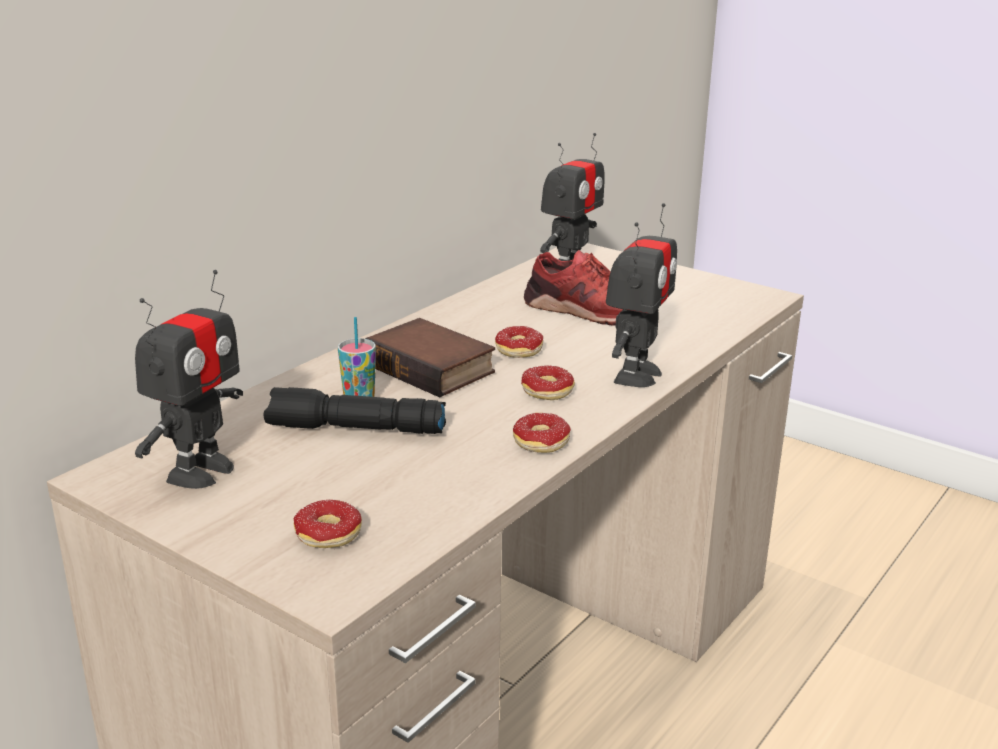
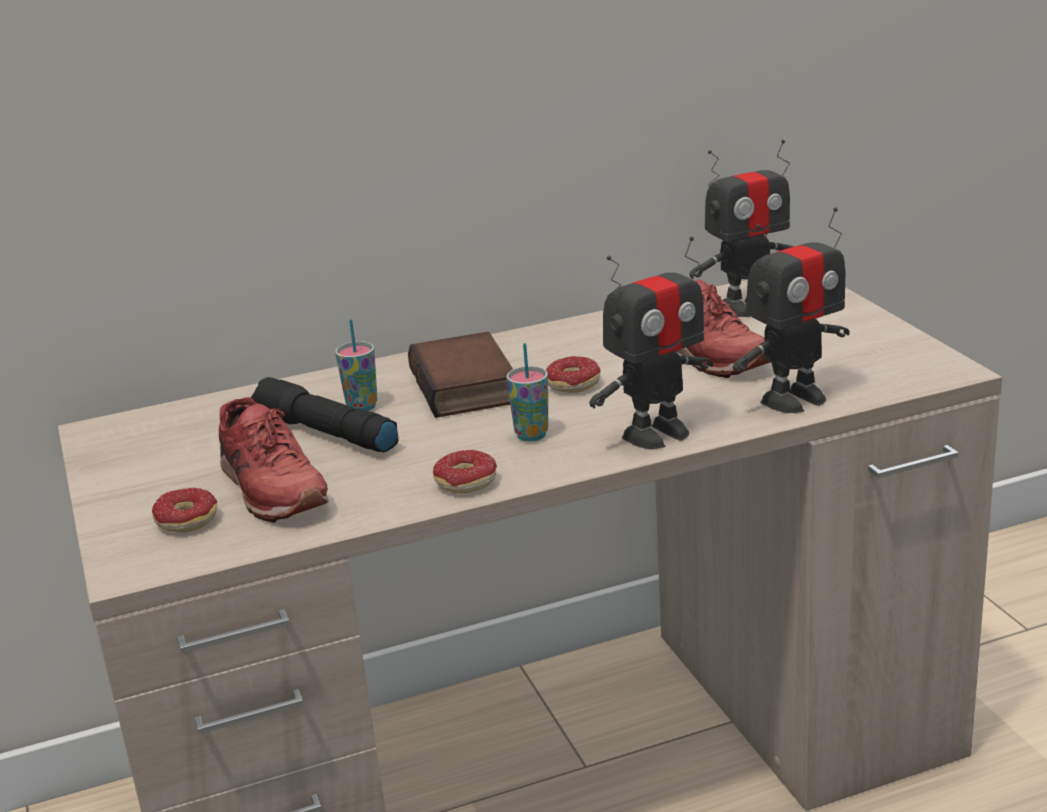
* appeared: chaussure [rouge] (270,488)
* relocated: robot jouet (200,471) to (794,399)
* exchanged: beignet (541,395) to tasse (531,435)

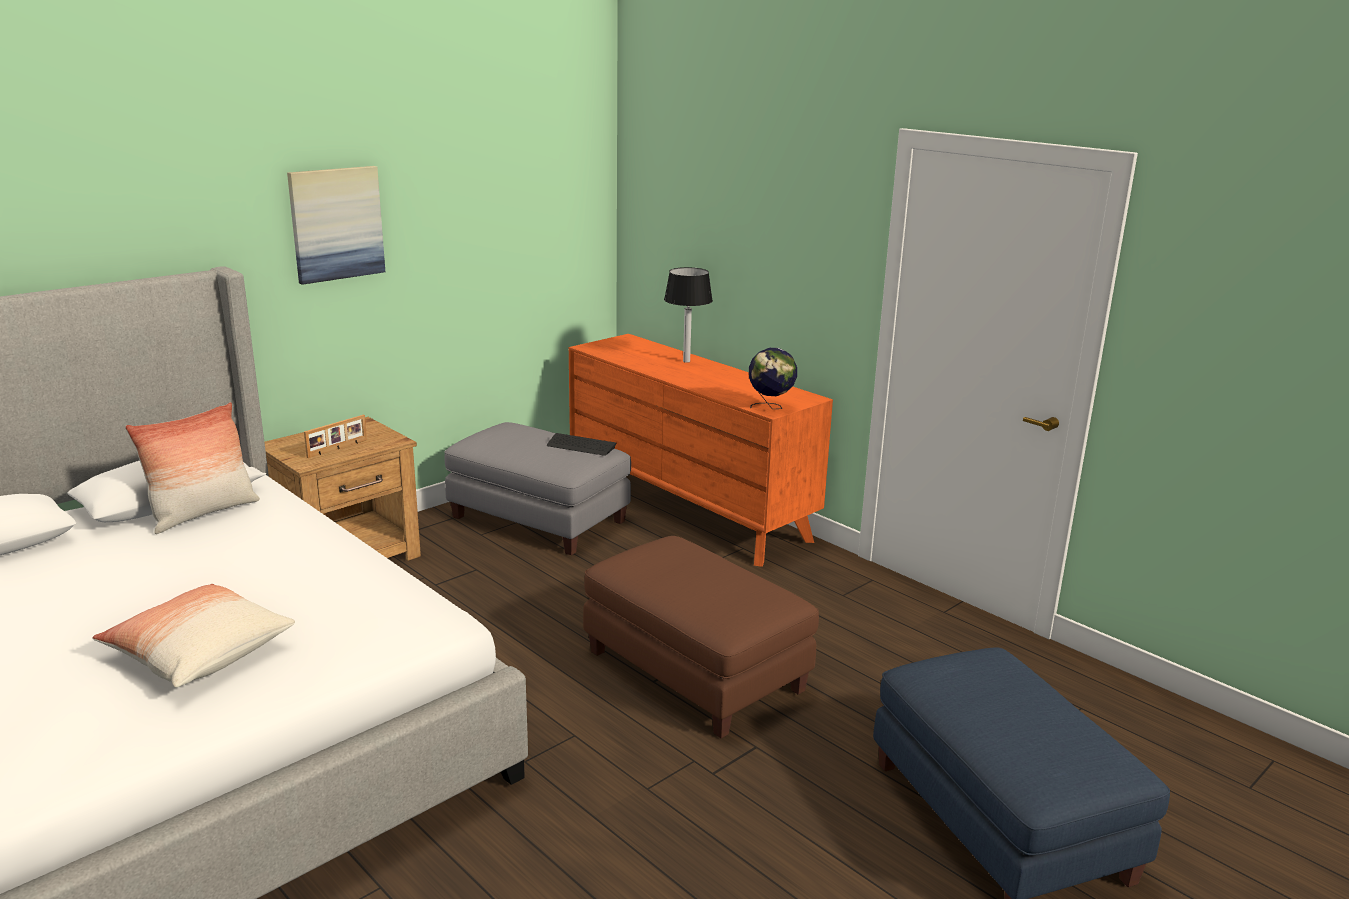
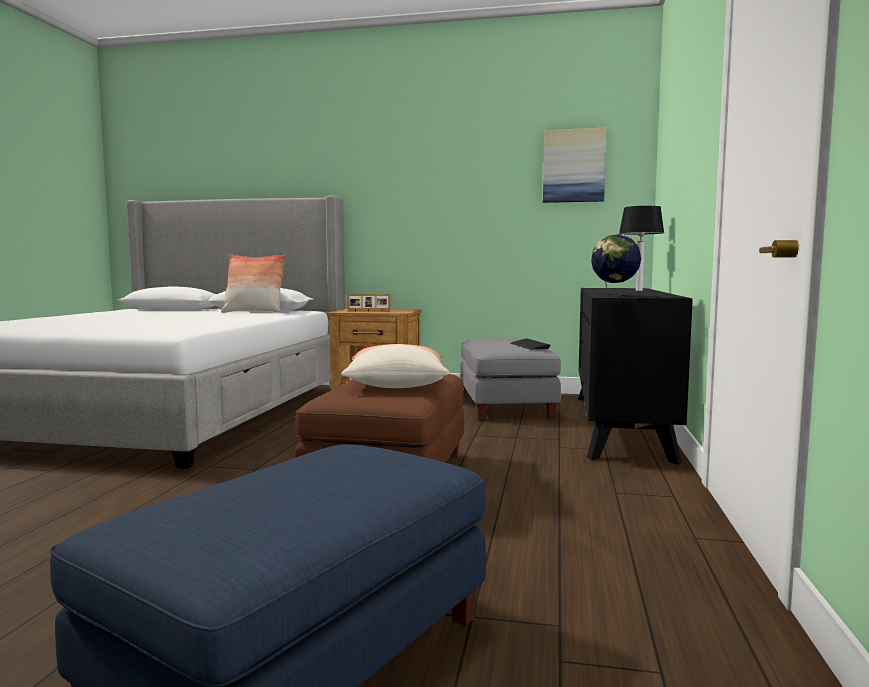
* relocated: coussin (198,654) to (396,384)
* relocated: tableau (336,223) to (574,166)
* colour: commode [orange] (688,508) to commode [noir] (620,425)

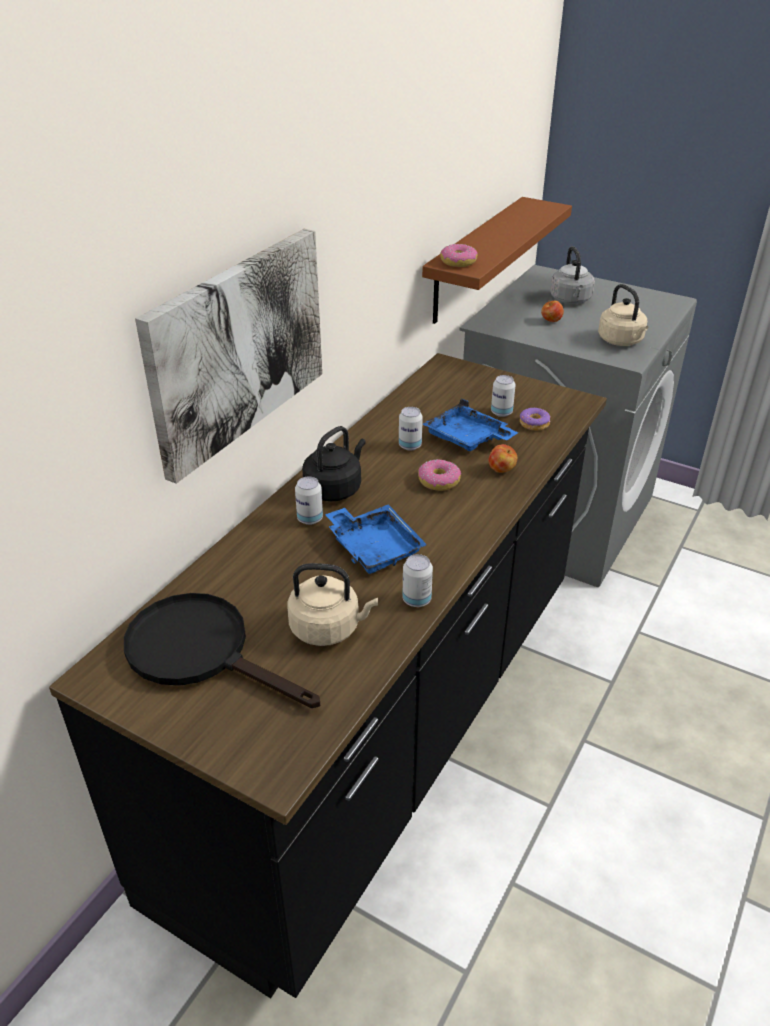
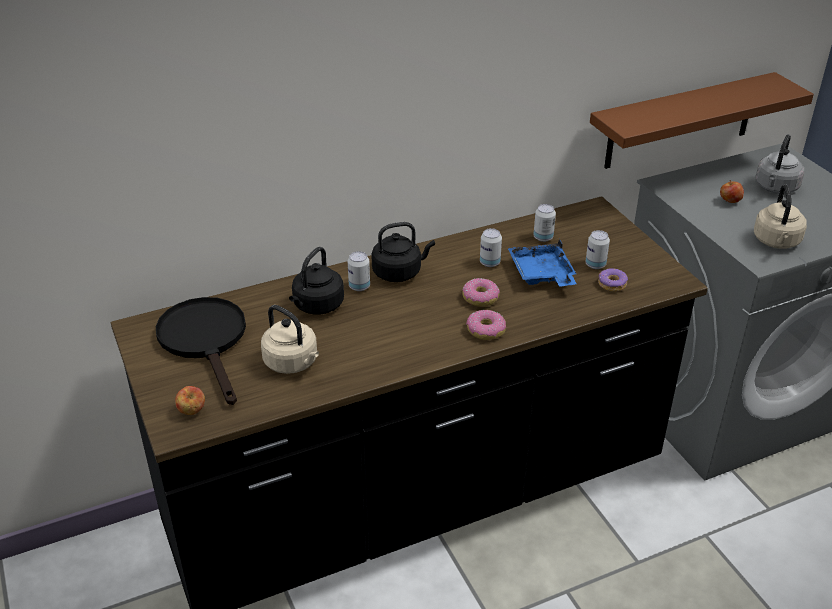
* missing: tableau (237,348)
* missing: plateau [bleu] (374,547)
* appeared: bouilloire [noir] (317,306)
* relocated: boîte métallique (416,600) to (543,237)
* relocated: beignet (458,262) to (485,330)
* relocated: pomme (501,470) to (191,411)

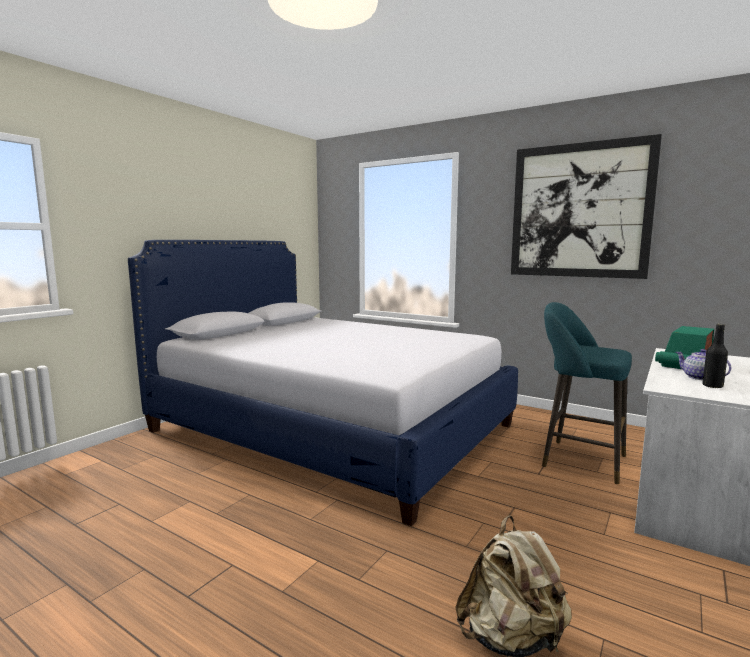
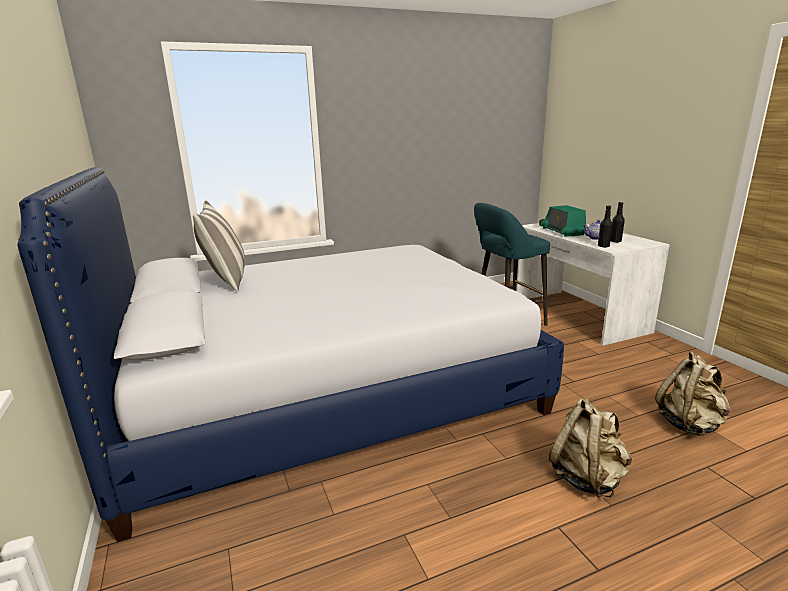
* missing: tableau (579,211)
* appeared: coussin (226,281)
* appeared: sac à dos [beige] (587,478)
* appeared: bouteille [noir] (603,246)

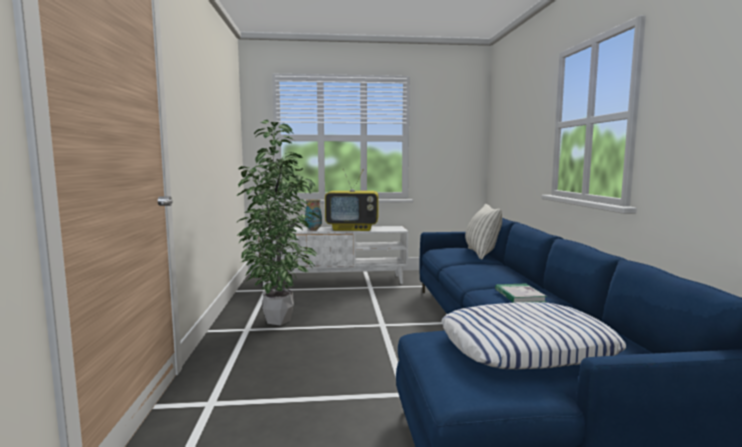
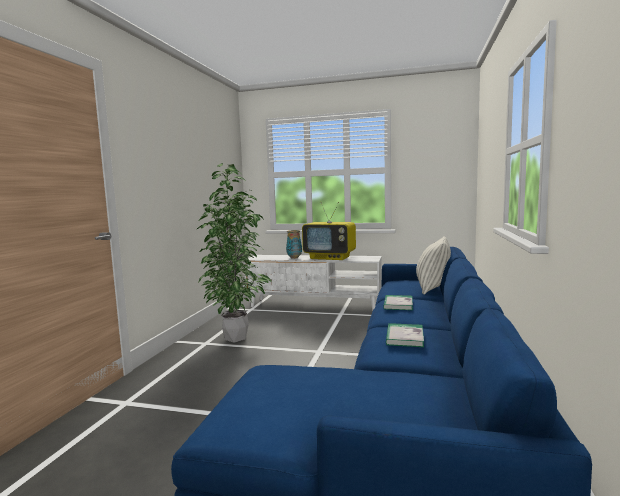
* missing: coussin (526,346)
* appeared: livre (398,304)

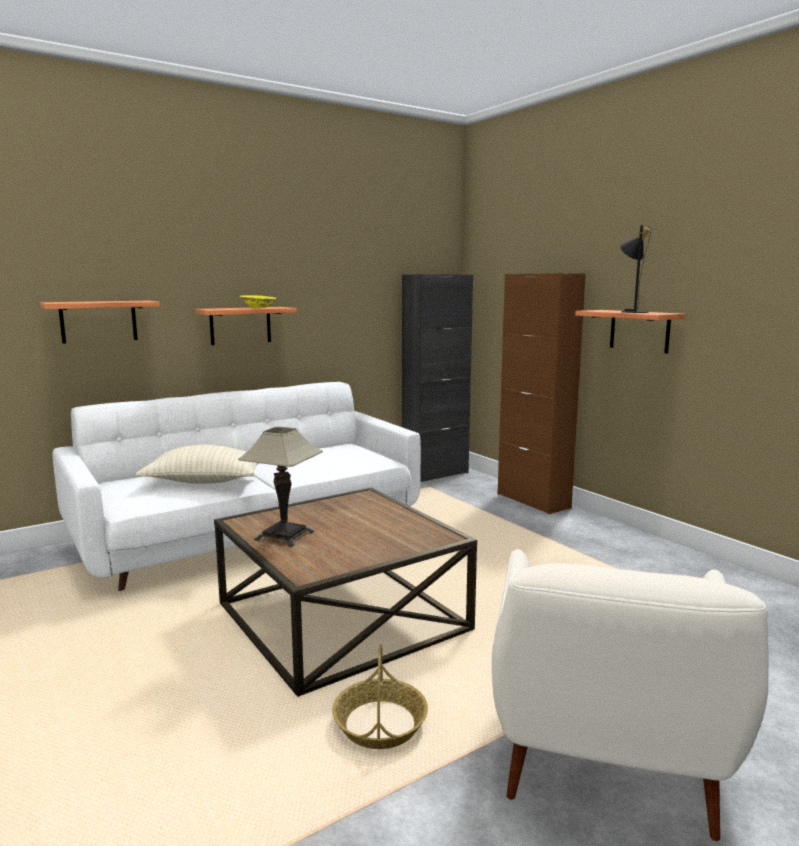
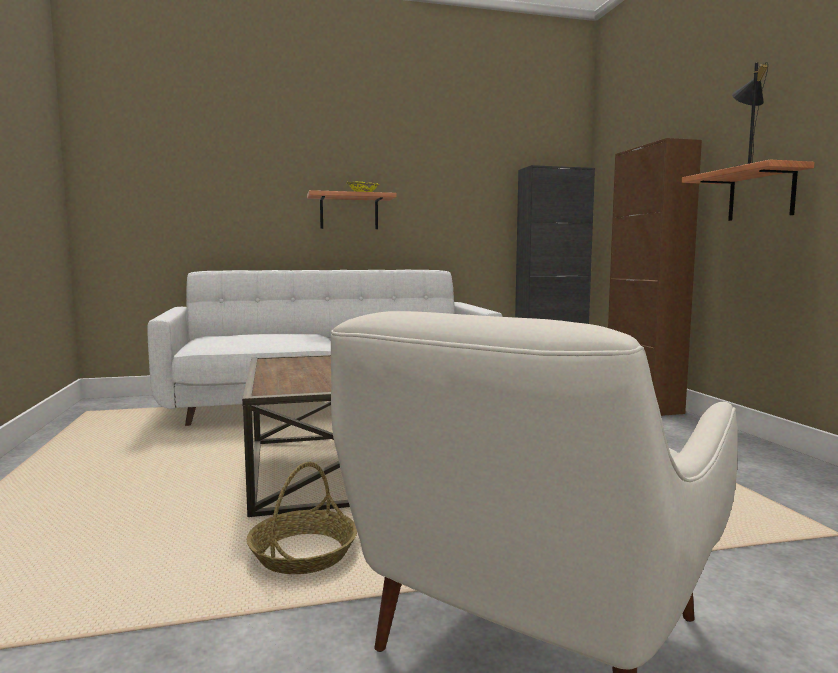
* missing: étagère (98,321)
* missing: coussin [beige] (205,481)
* missing: lampe de table (284,535)

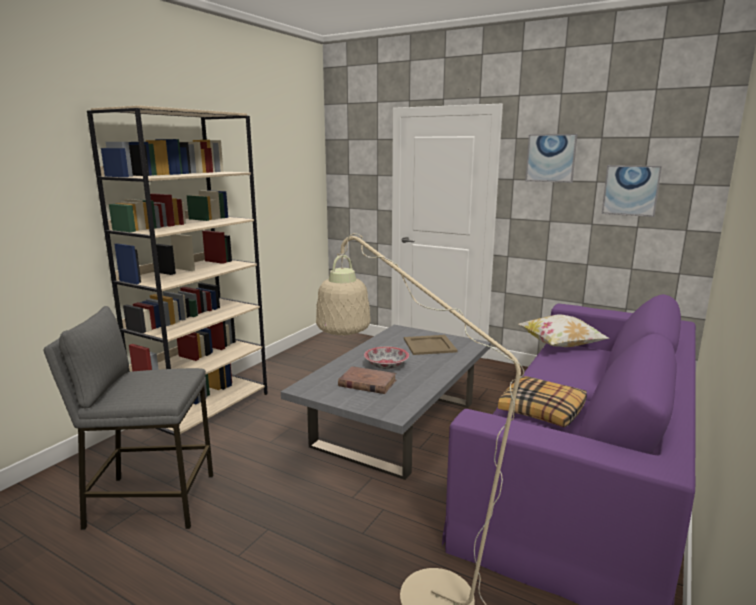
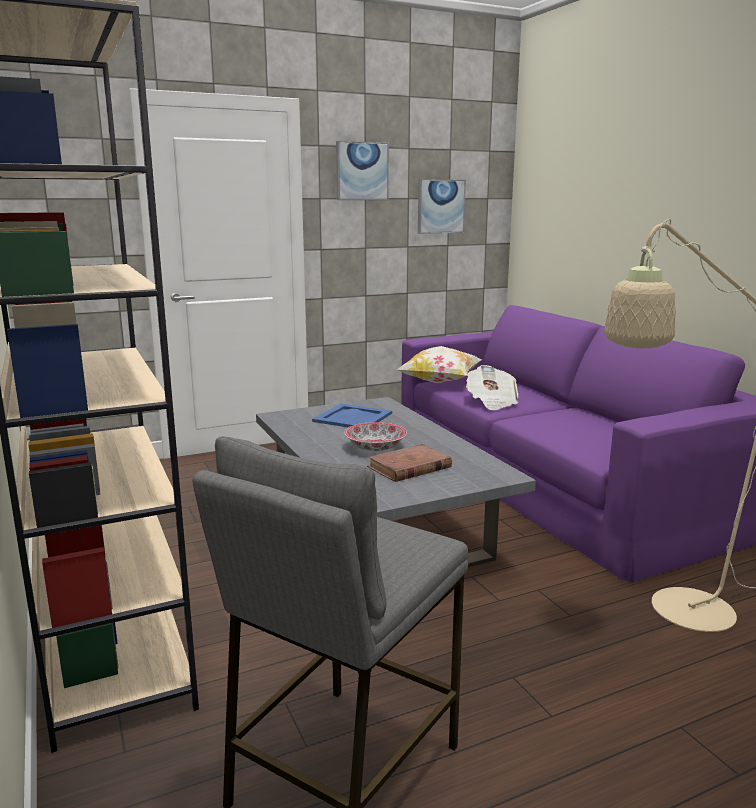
* missing: coussin (542,410)
* appeared: journal (491,402)
* colour: plateau [beige] (430,345) to plateau [bleu] (353,417)

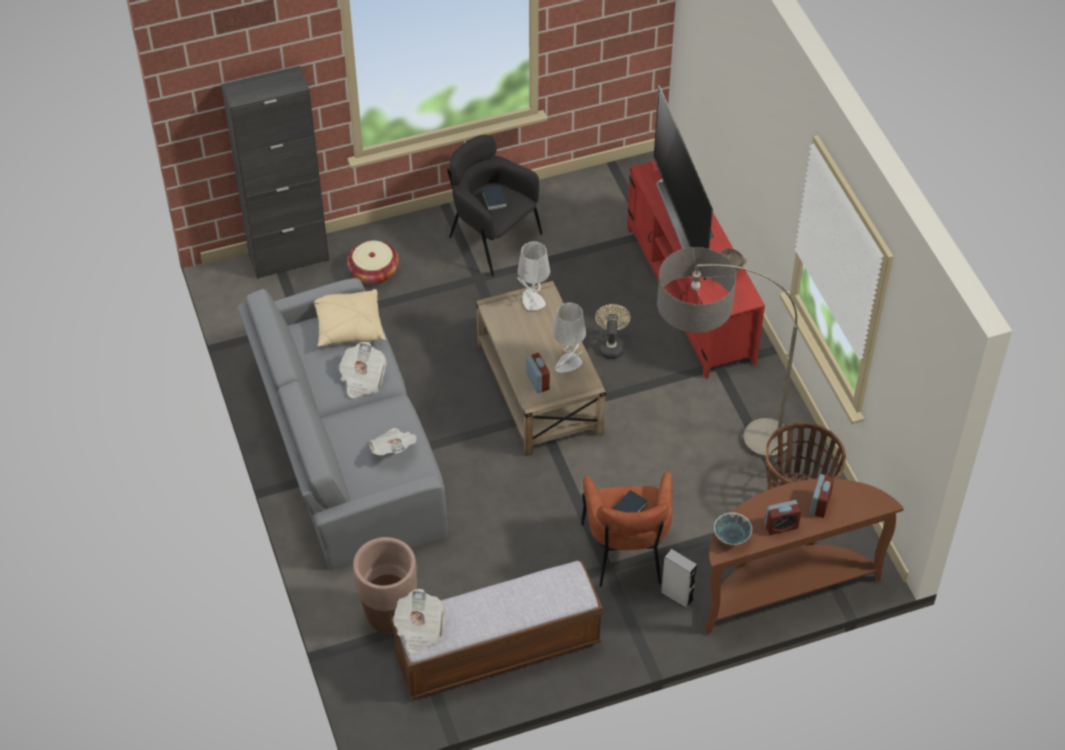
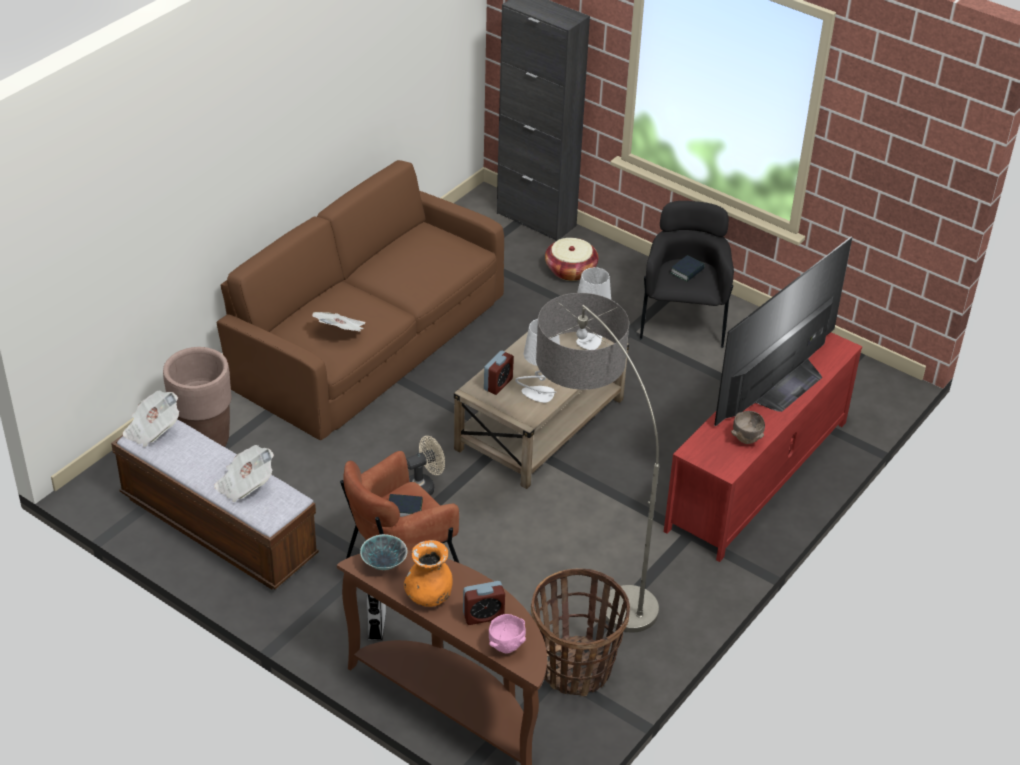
* missing: coussin [beige] (349,326)
* appeared: bol [rose] (506,647)
* relocated: journal (362,379) to (245,485)
* relocated: ventilateur [beige] (611,345) to (423,487)
* exchanged: réveil (781,526) to vase [orange] (429,596)
* colour: canapé [gris] (345,445) to canapé [marron] (367,337)

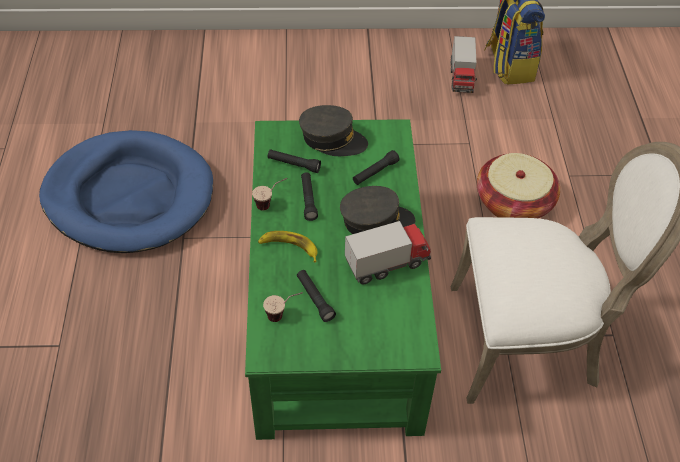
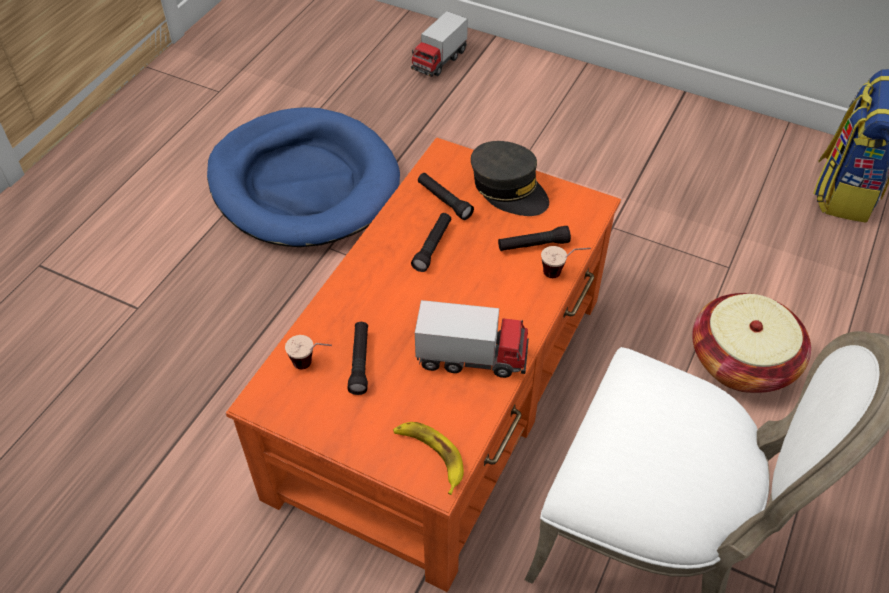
* missing: casquette [gris] (376,221)
* relocated: tasse (271,204) to (562,273)
* relocated: banane (289,247) to (430,456)
* relocated: camion jouet (461,78) to (439,61)
* colour: table basse [vert] (337,306) to table basse [orange] (444,392)

